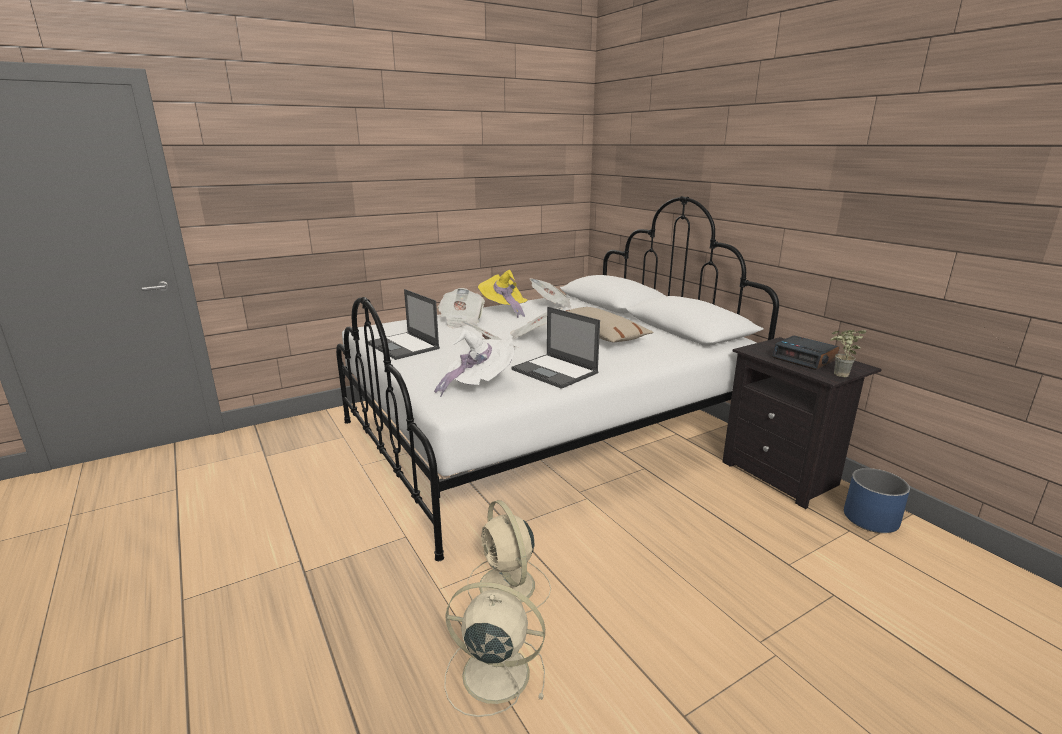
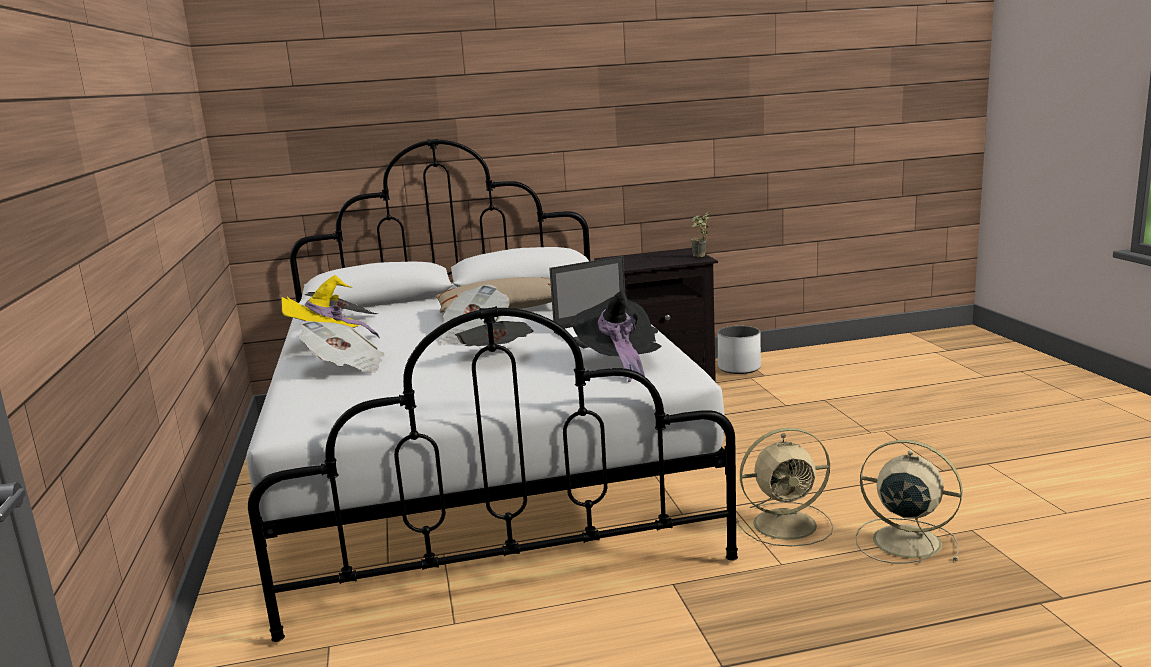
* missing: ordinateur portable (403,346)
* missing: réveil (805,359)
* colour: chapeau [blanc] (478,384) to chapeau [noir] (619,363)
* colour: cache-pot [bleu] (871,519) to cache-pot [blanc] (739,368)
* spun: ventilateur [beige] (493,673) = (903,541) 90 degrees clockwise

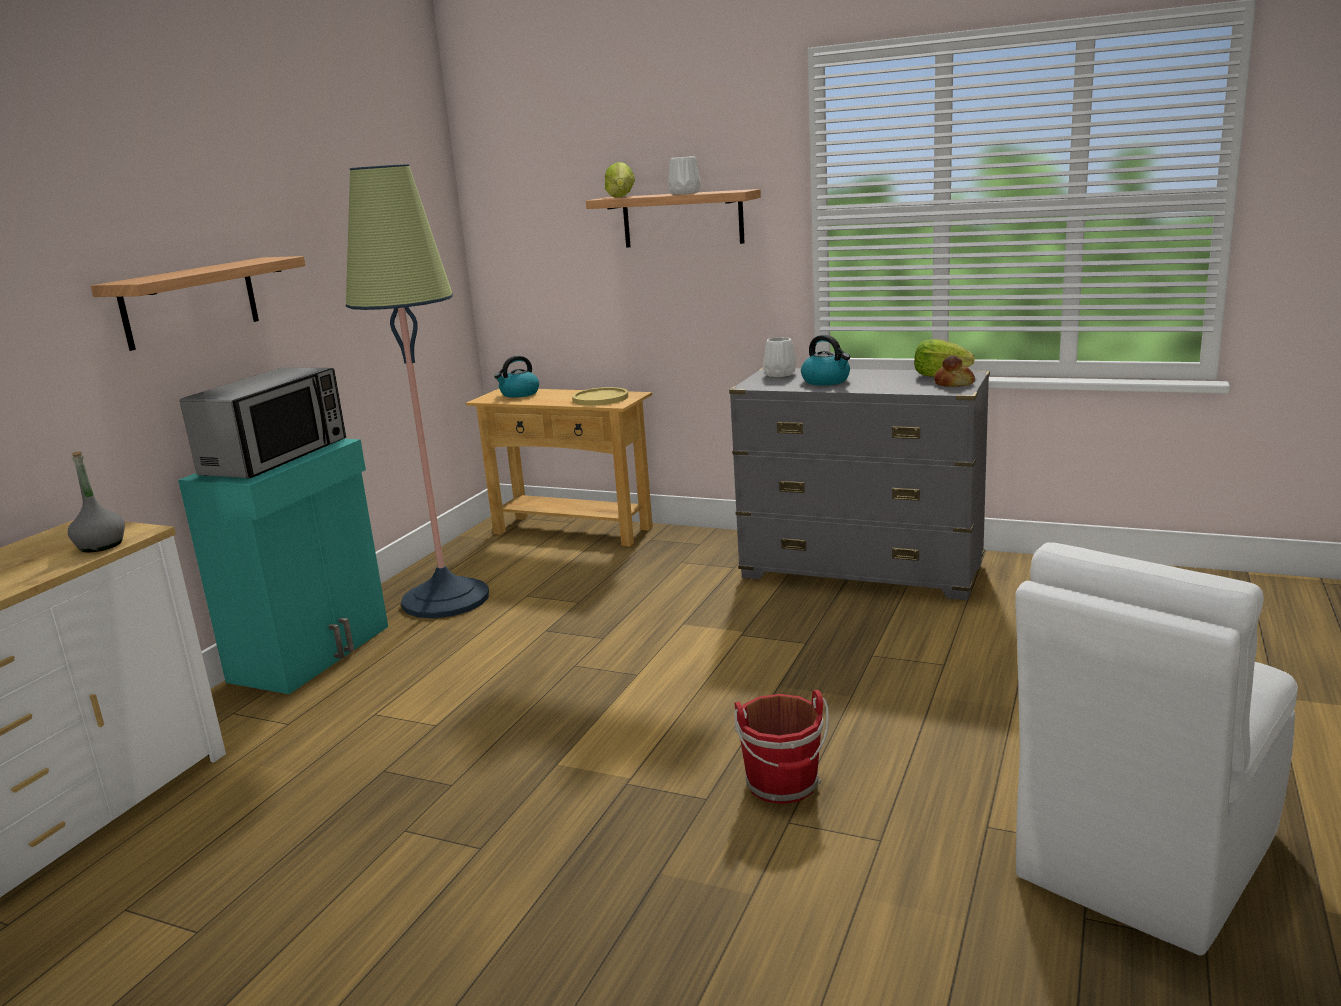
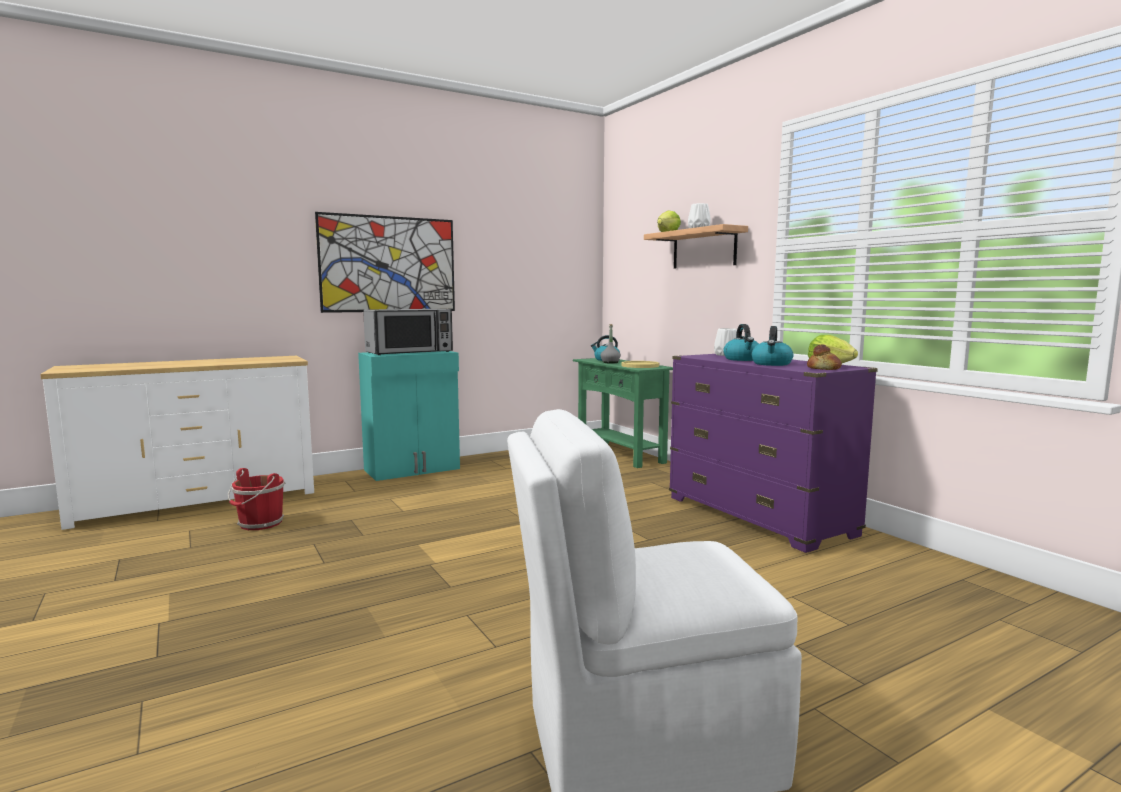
* missing: lampadaire (445,599)
* appeared: bouilloire (772,364)
* relocated: bouteille [gris] (101,545) to (610,362)
* relocated: seau [rouge] (783,785) to (259,524)
* exchanged: étagère (190,302) to tableau (389,264)
* colour: table console [beige] (572,530) to table console [vert] (620,454)
* colour: commode [gris] (861,571) to commode [violet] (758,517)

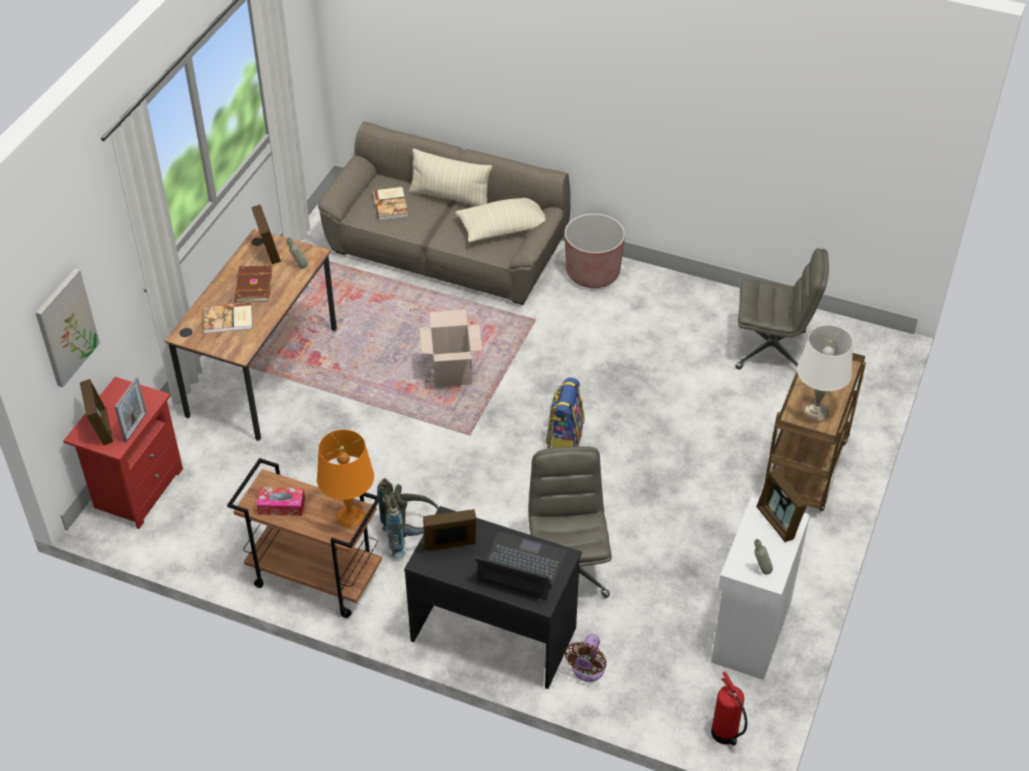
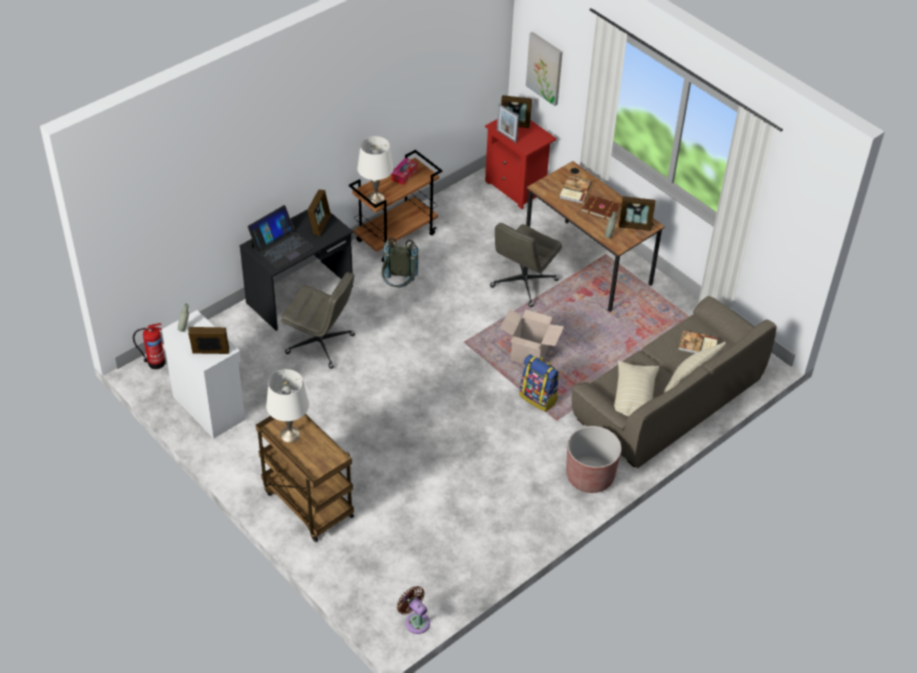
* relocated: sac à dos (564,438) to (538,398)
* relocated: ventilateur [marron] (587,671) to (415,621)
* relocated: chaise de bureau [gris] (772,349) to (523,284)
* colour: lampe de table [orange] (350,516) to lampe de table [blanc] (375,197)

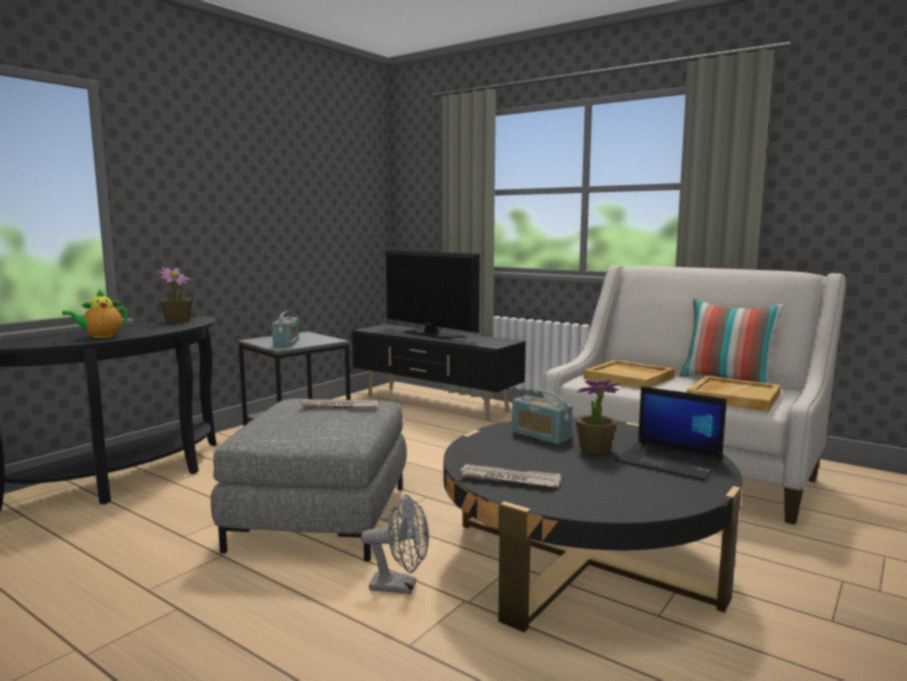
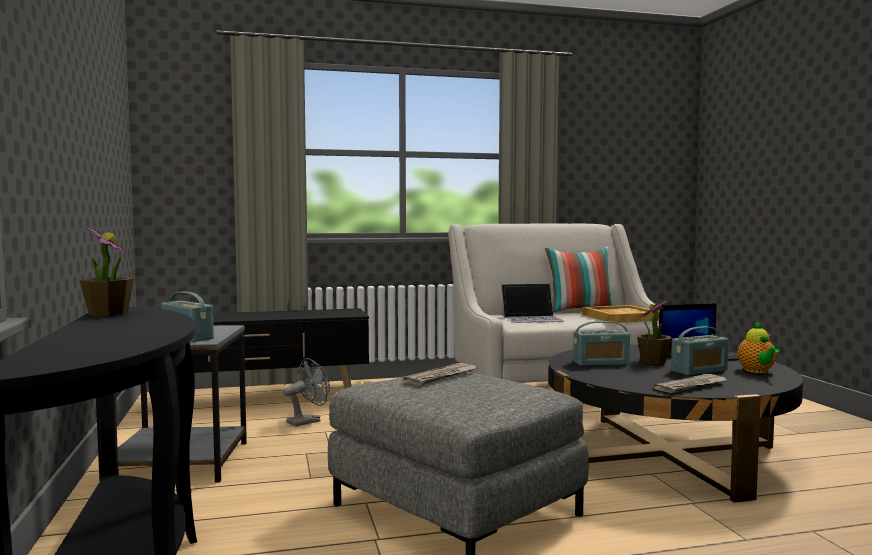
* missing: téléviseur (431,334)
* appeared: radio (699,370)
* relocated: théière (101,336) to (757,371)
* relocated: ventilateur [gris] (400,586) to (308,421)
* exchanged: plateau [beige] (630,378) to ordinateur portable (532,318)

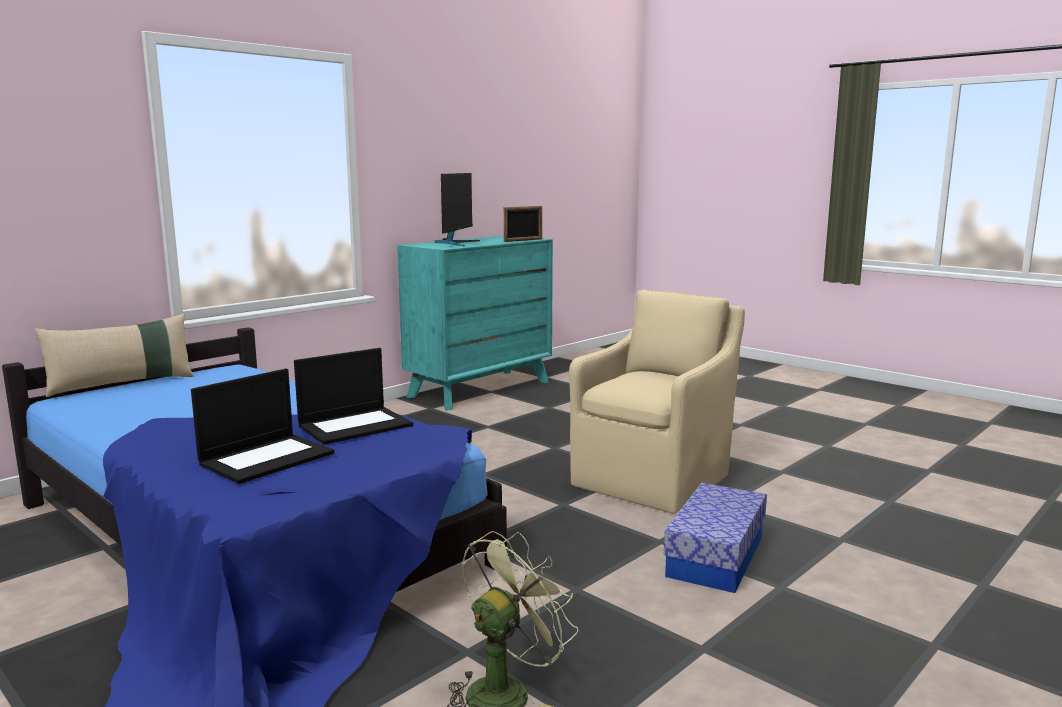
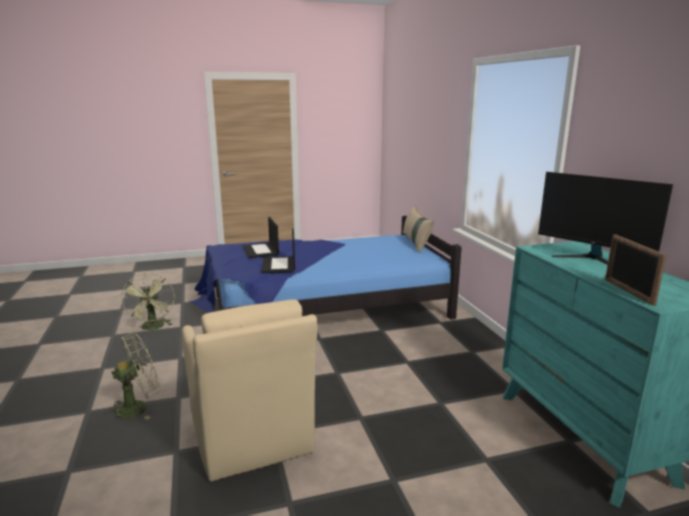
* exchanged: boîte de rangement (715,557) to ventilateur [vert] (138,407)

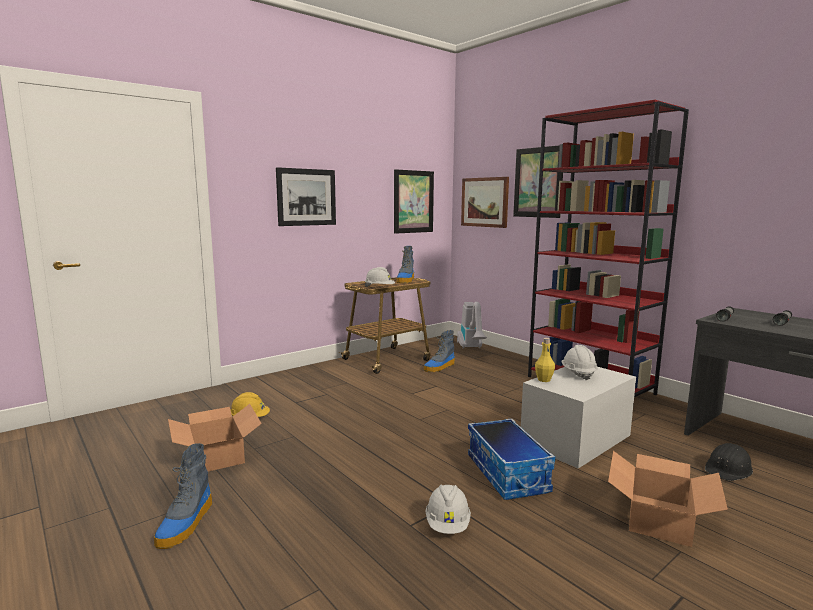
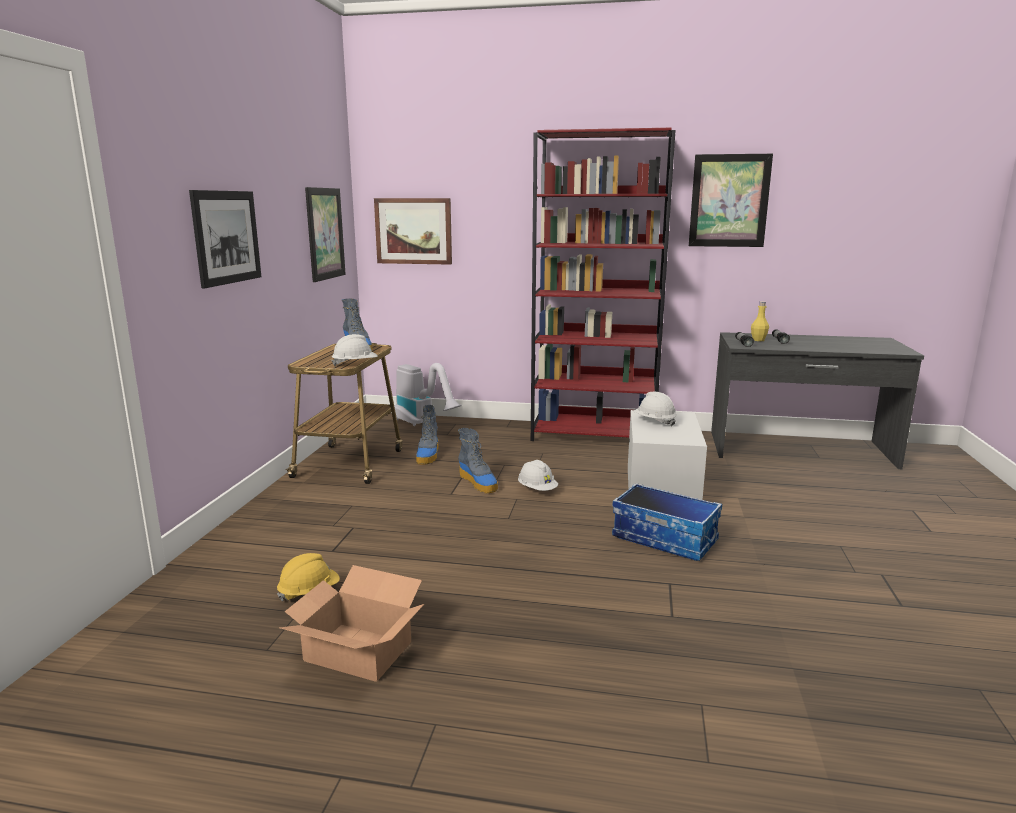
* missing: carton (658,519)
* missing: casque de chantier [noir] (728,469)
* relocated: botte (186,524) to (478,483)
* relocated: casque de chantier [blanc] (448,524) to (537,489)
* relocated: tableau (538,182) to (729,201)
* relocated: bouteille [jaune] (544,380) to (758,340)

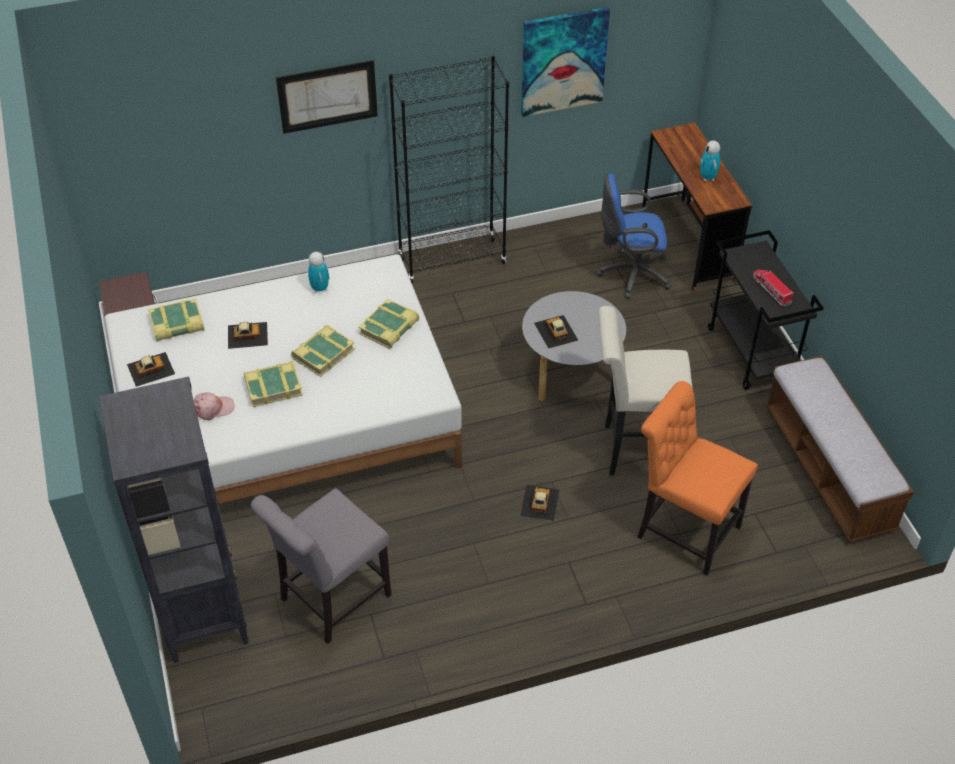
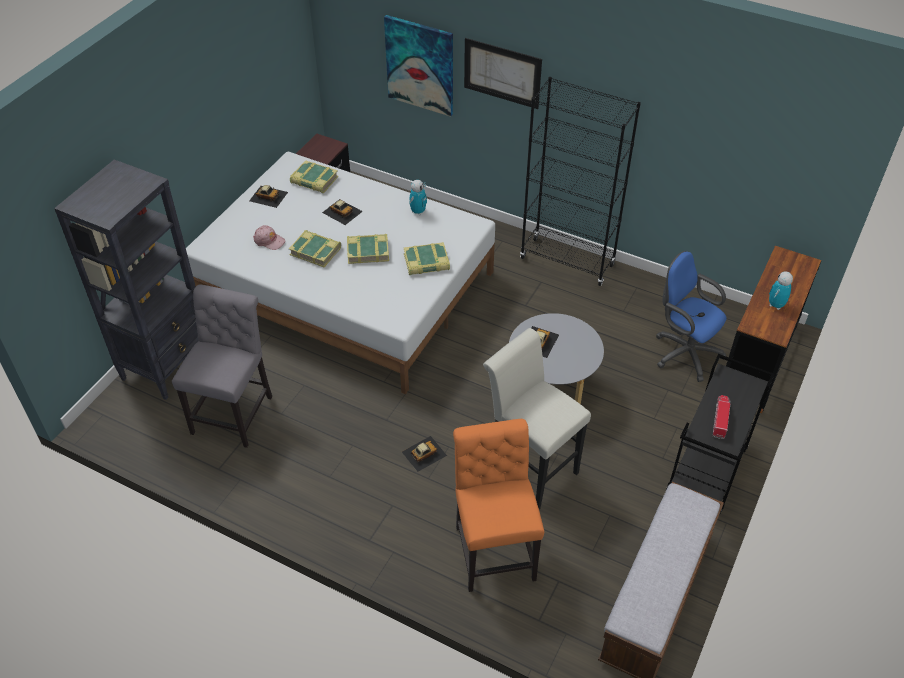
* relocated: tableau (563,61) to (420,65)
* spun: chaise [gris] (330,600) = (235,412) 105 degrees clockwise

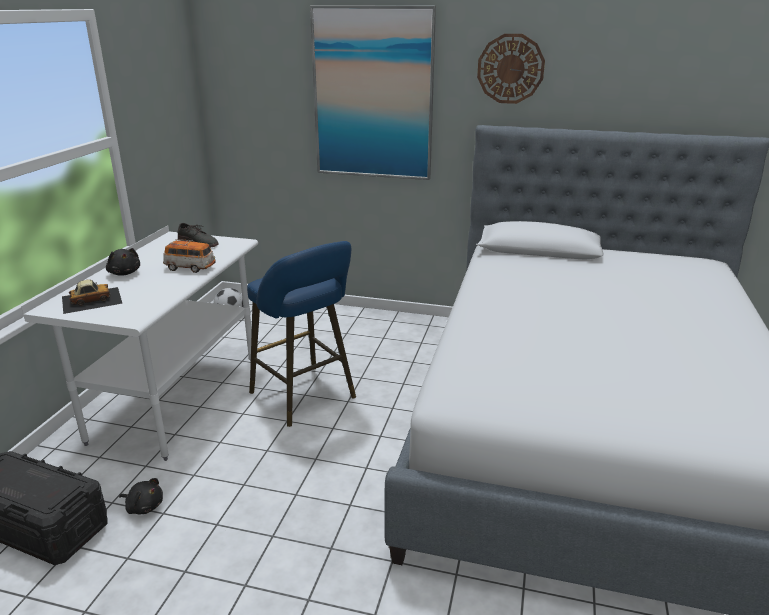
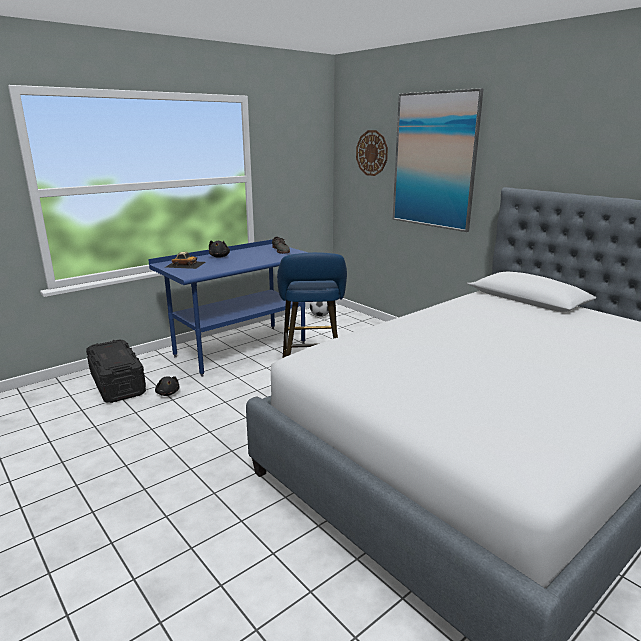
* missing: petite voiture (190,268)
* relocated: horloge murale (510,69) to (372,153)
* colour: bureau [blanc] (177,399) to bureau [bleu] (241,349)

